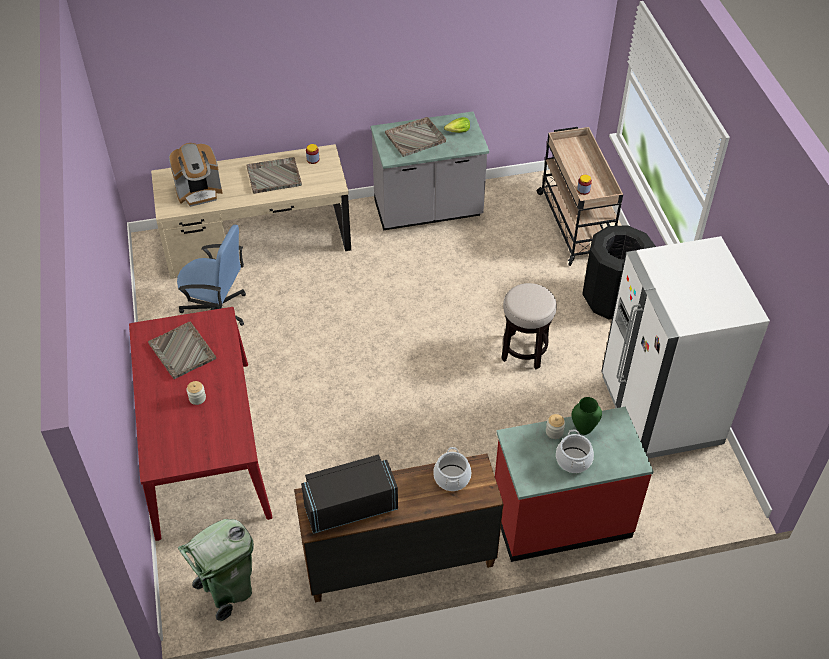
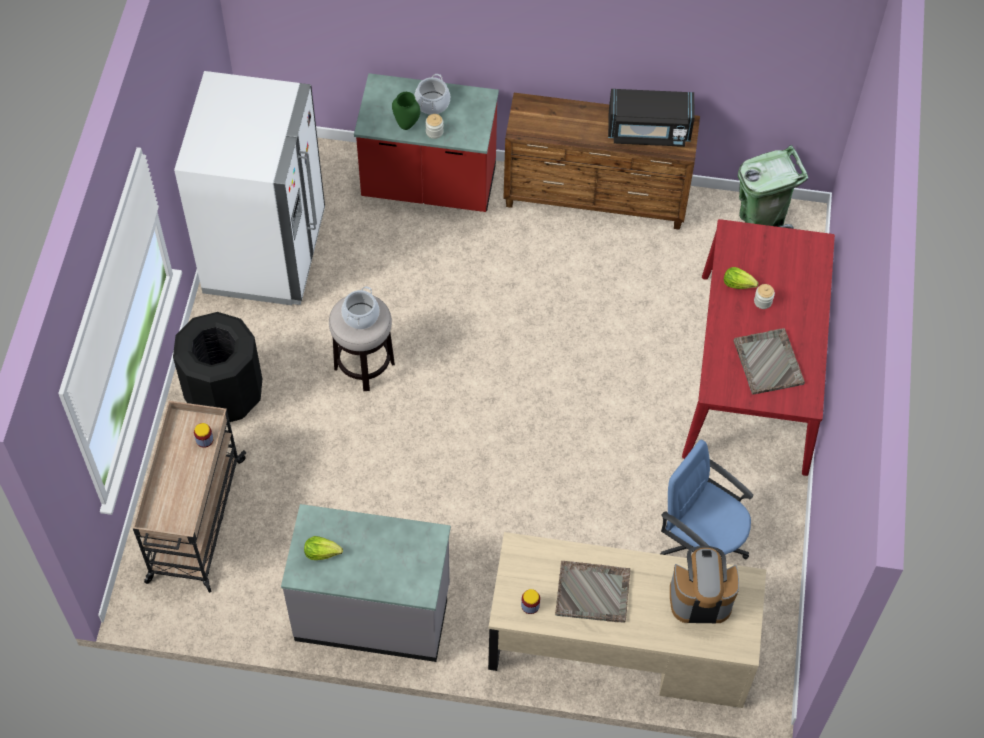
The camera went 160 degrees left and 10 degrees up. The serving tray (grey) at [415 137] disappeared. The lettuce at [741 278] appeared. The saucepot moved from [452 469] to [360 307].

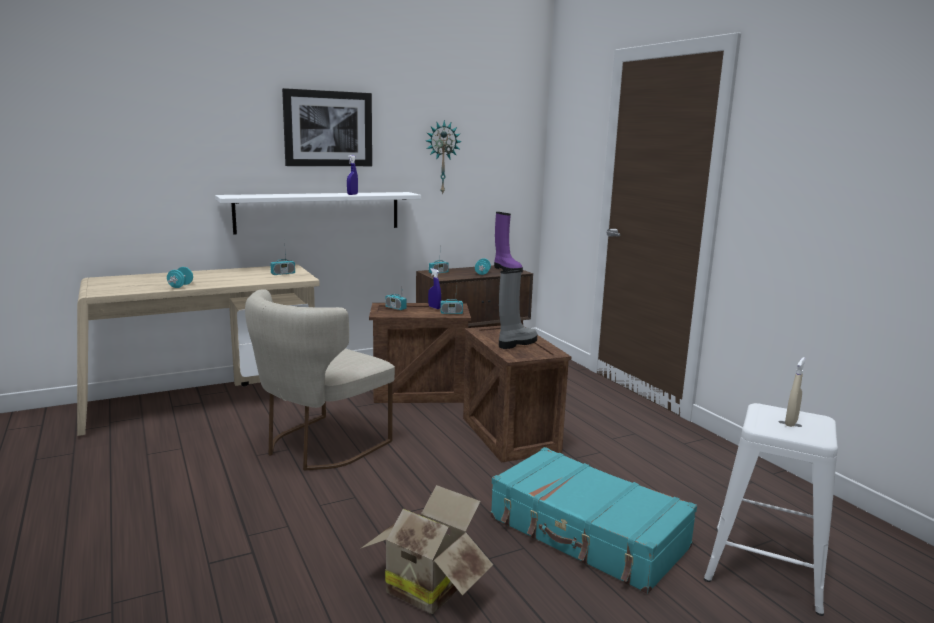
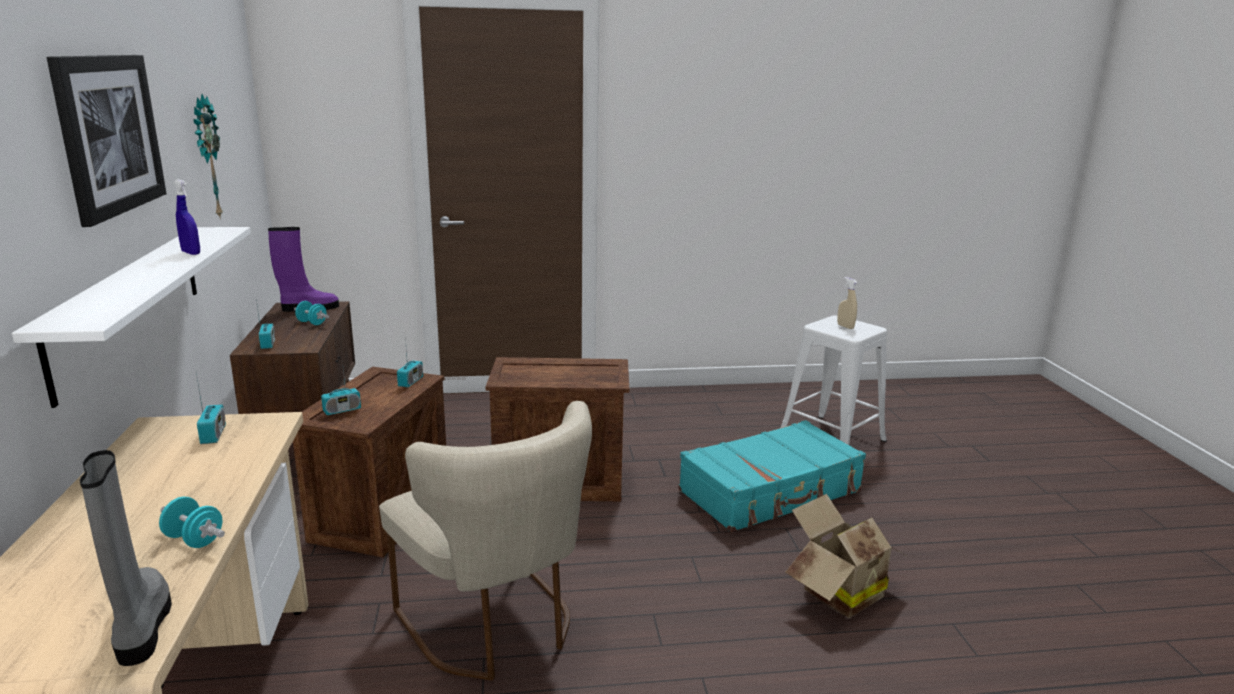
The camera went 70 degrees left and 5 degrees up. The sprayer (blue-coloured) at [434 288] disappeared. The boot (grey) moved from [518 309] to [126 558].

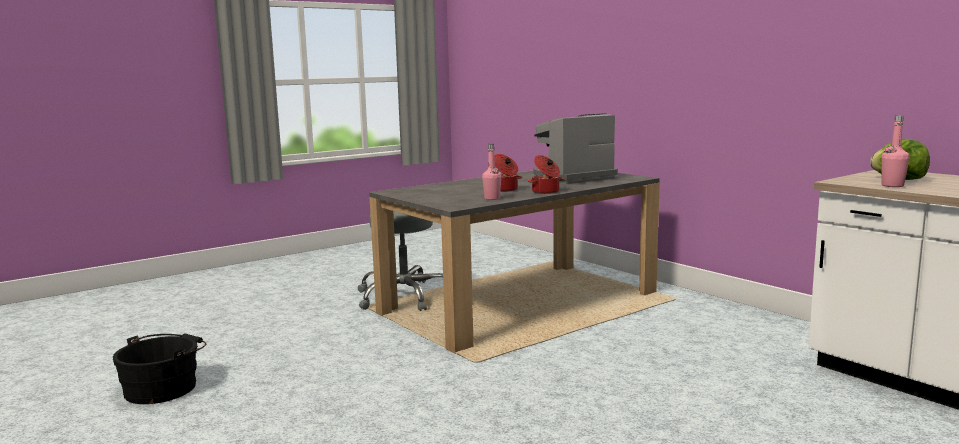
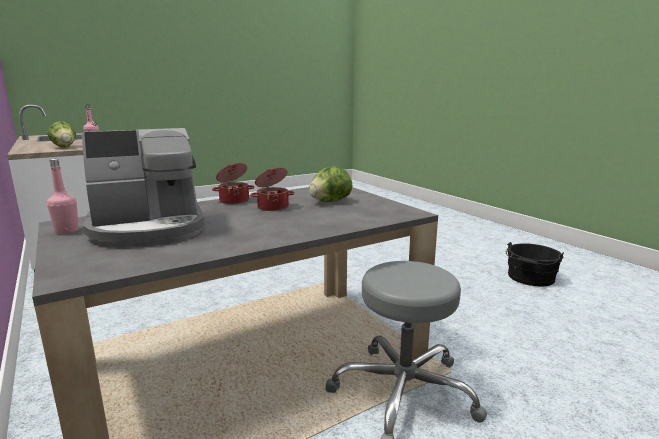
The camera went 175 degrees left and 5 degrees up. The lettuce at [331 184] appeared. The drink bottle (pinkish) moved from [491 172] to [63 196].

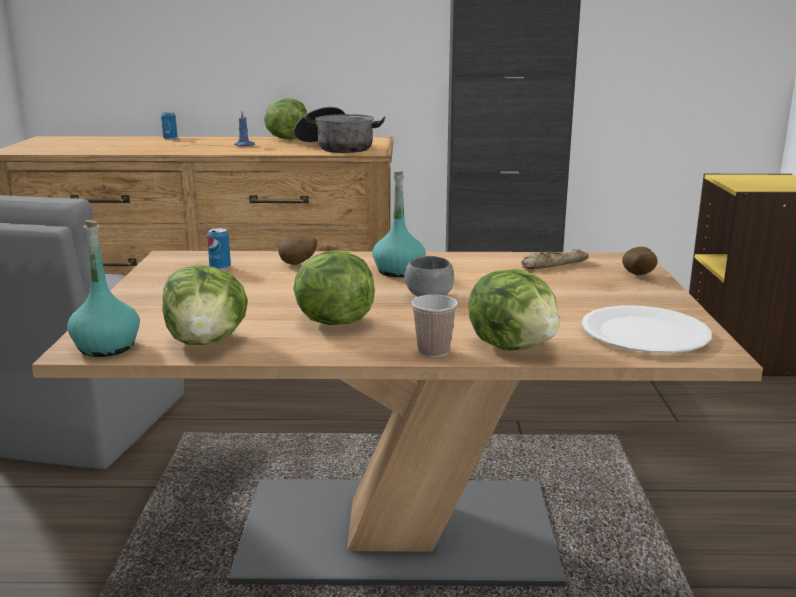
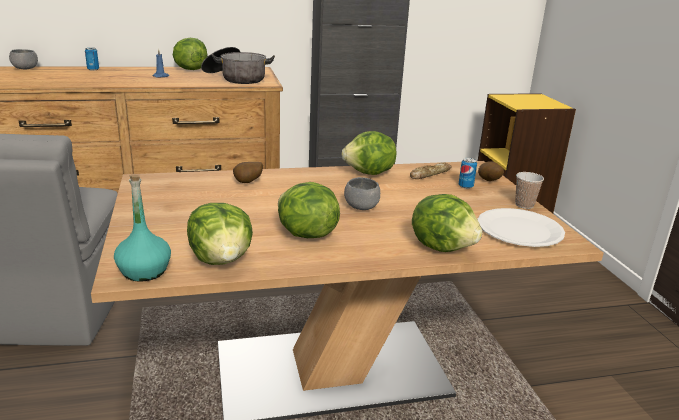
The camera went 15 degrees left and 5 degrees up. The drink bottle (turquoise-coloured) at [398 224] disappeared. The serving bowl (grey) at [23 59] appeared. The lettuce at [369 153] appeared. The can moved from [219 249] to [468 173]. The small cup moved from [434 326] to [529 190].

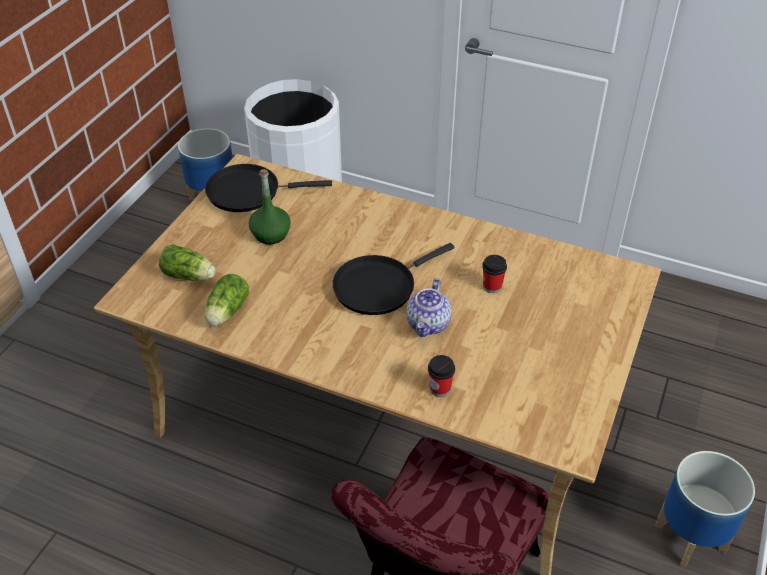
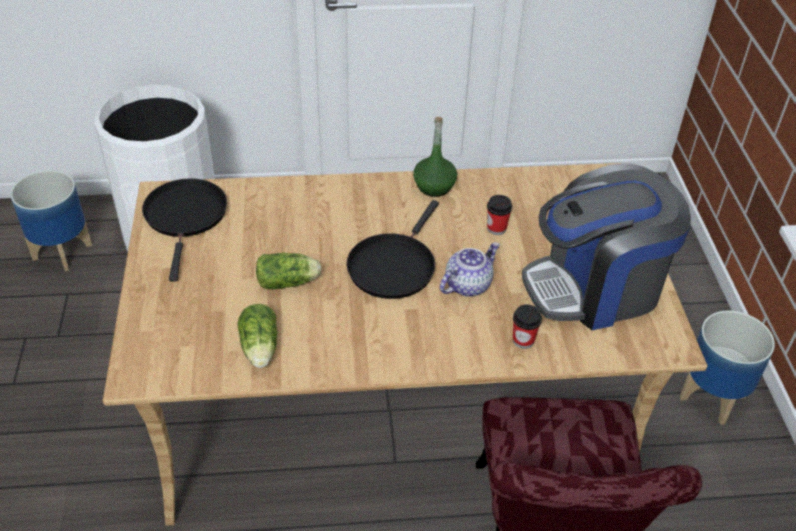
The camera went 30 degrees left and 0 degrees up. The coffee maker at [606 247] appeared. The lettuce moved from [187 262] to [289 271]. The drink bottle (green-coloured) moved from [269 206] to [435 157]. The skillet (black) at [268 188] turned 120 degrees clockwise. The pot for tea at [429 307] turned 120 degrees counterclockwise.

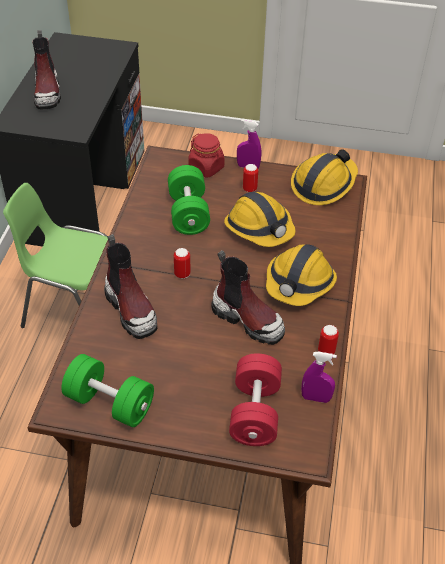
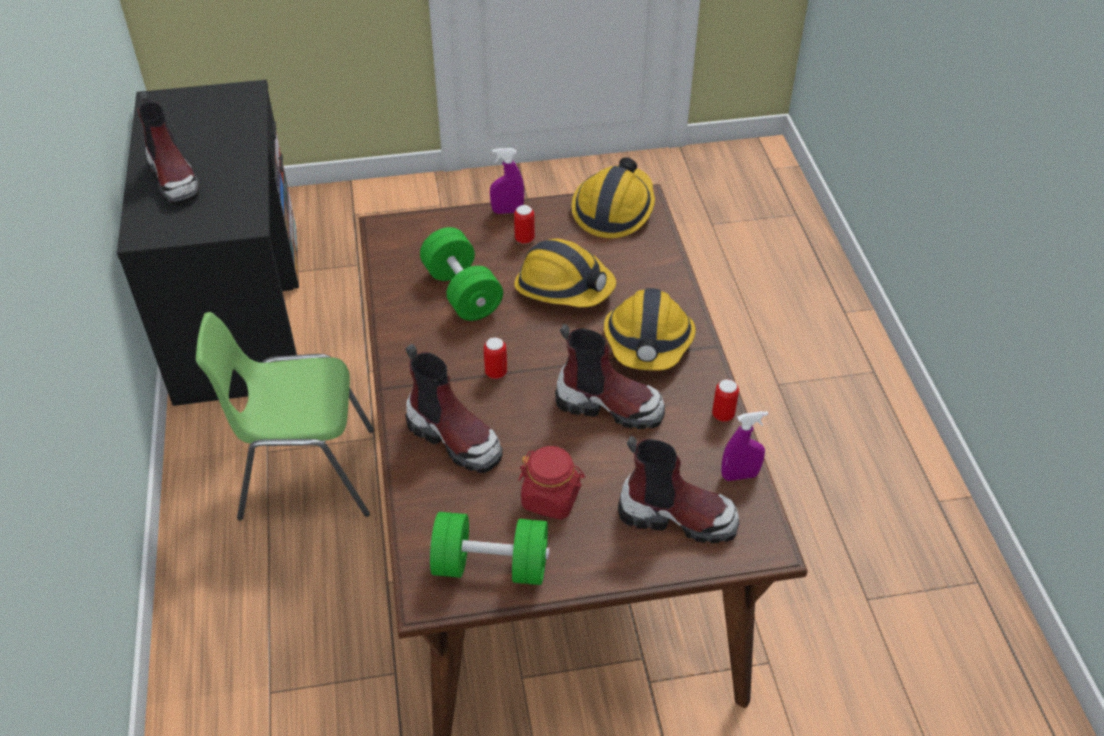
The camera went 20 degrees left and 0 degrees up. The preserve jar (red) moved from [206 155] to [551 483]. The free weight (red) at [255 399] was replaced by the boot at [678 489].

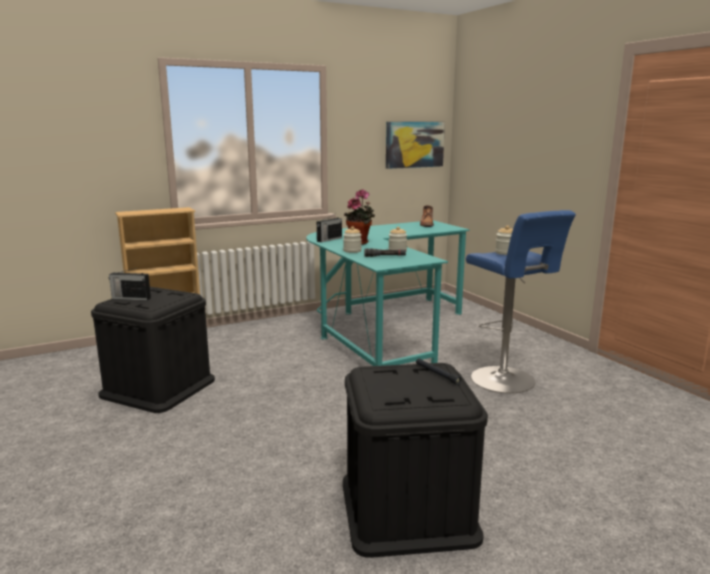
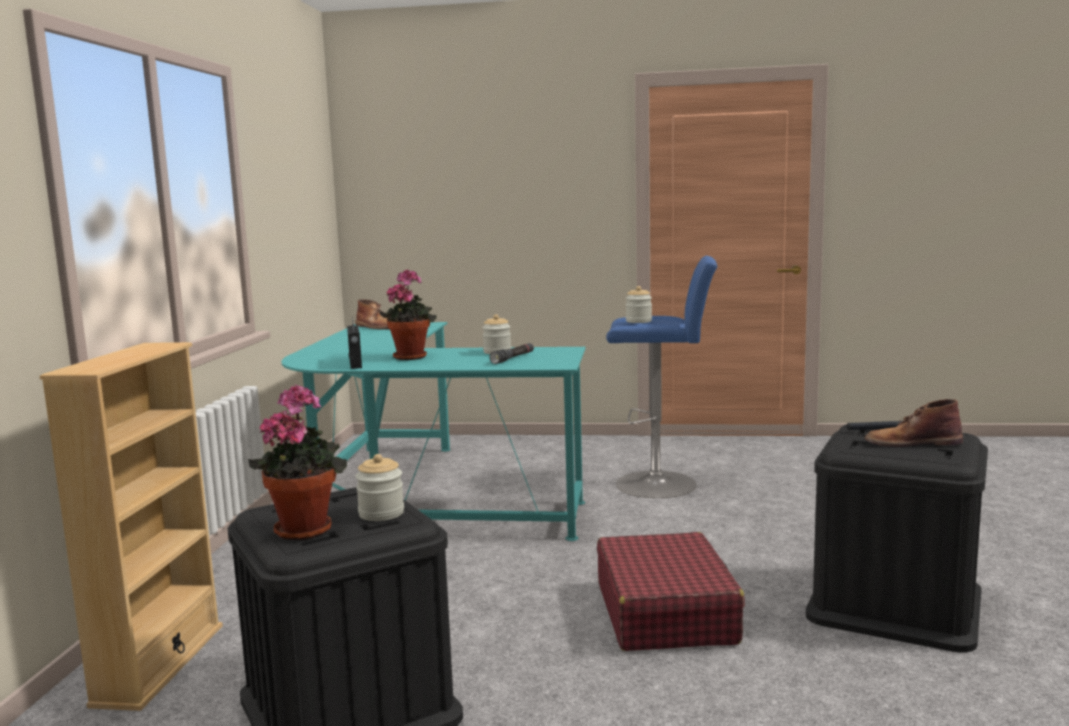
The camera went 55 degrees left and 5 degrees down. The picture at [415 145] disappeared. The travel case (red) at [671 591] appeared. The boot (brown) at [914 423] appeared. The preserve jar moved from [352 239] to [379 487]. The radio receiver at [130 283] was replaced by the plant in a pot at [297 462].

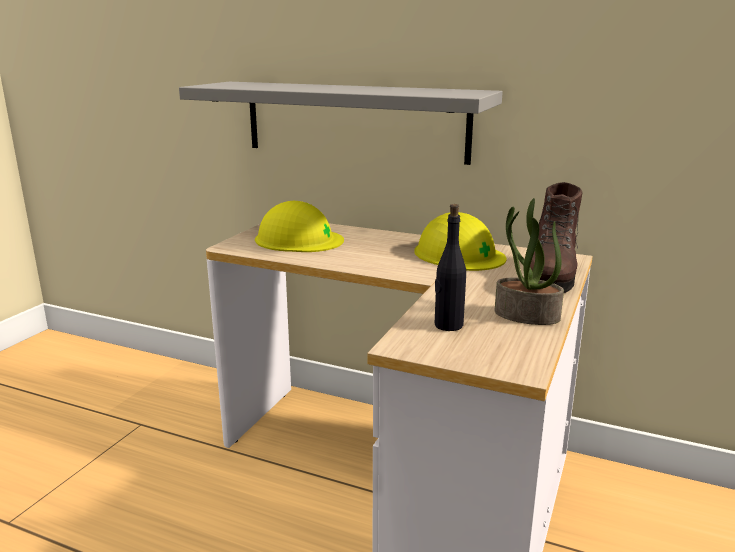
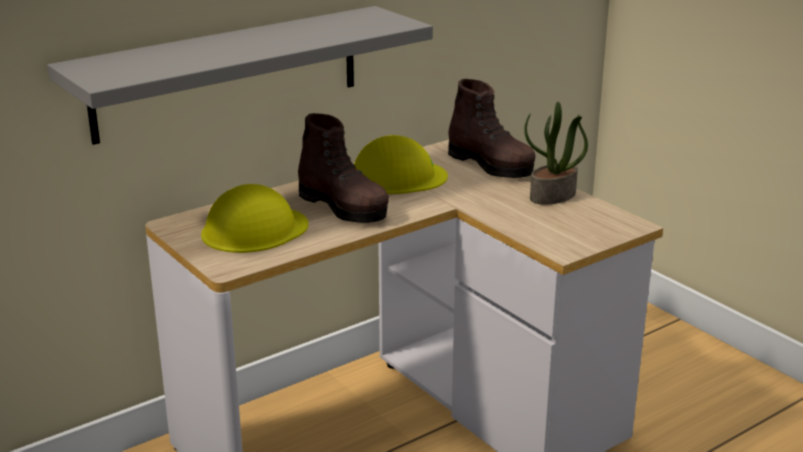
The camera went 60 degrees left and 5 degrees up. The drink bottle (black) at [450 267] disappeared. The boot (brown) at [343 168] appeared.

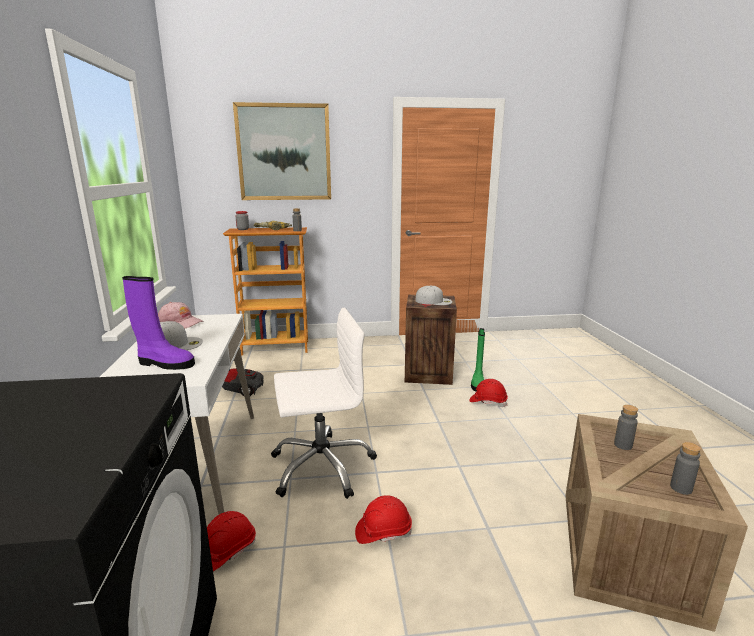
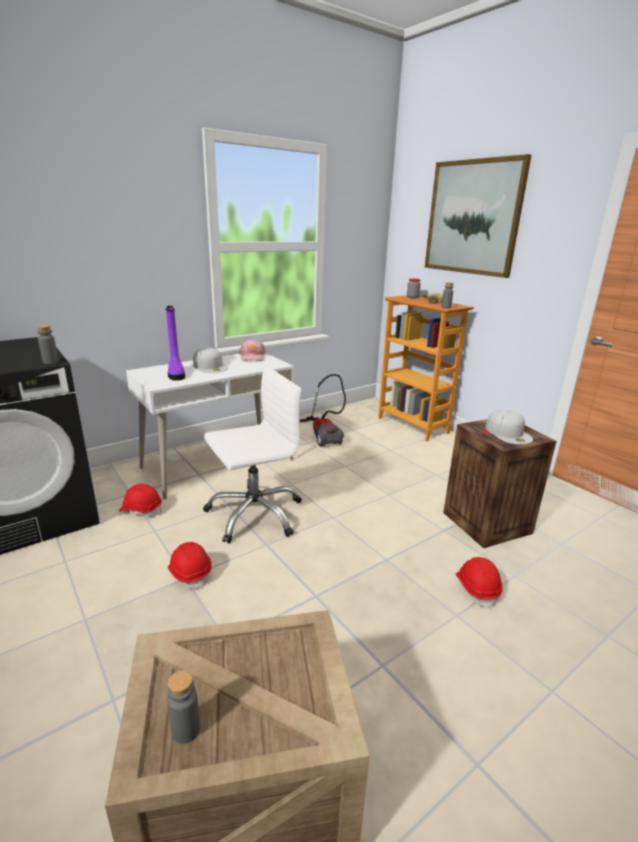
The camera went 60 degrees right and 5 degrees up. The boot (green-coloured) at [478 359] disappeared. The drink bottle (grey) moved from [626 427] to [48 344]. The computer chair (whitish) at [324 403] turned 75 degrees counterclockwise.

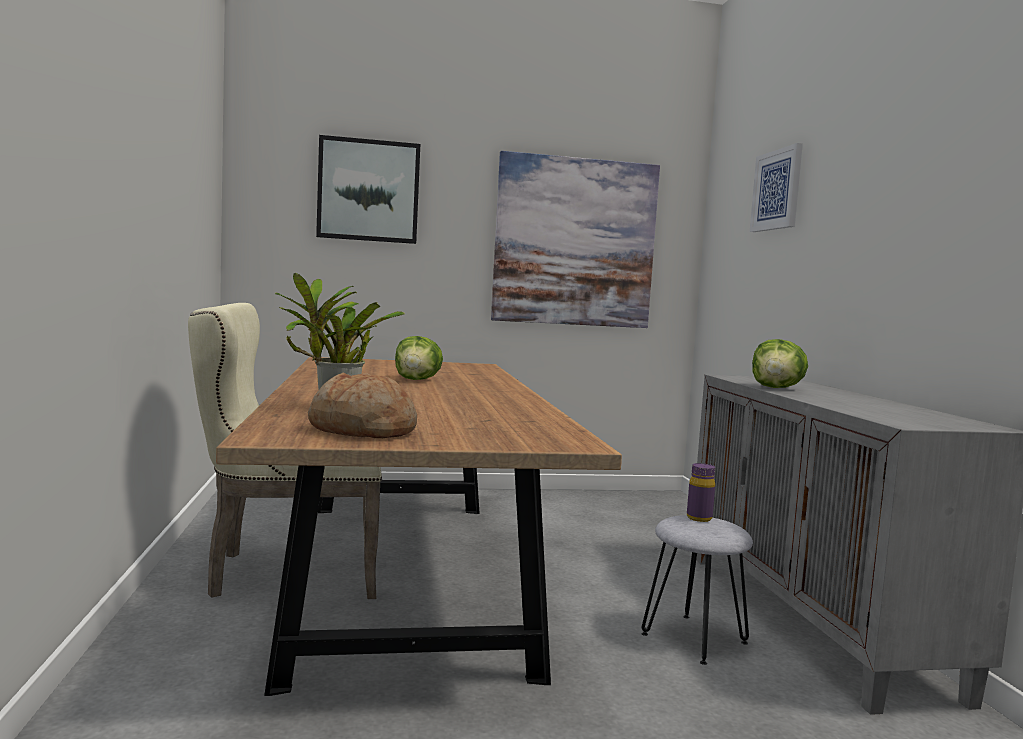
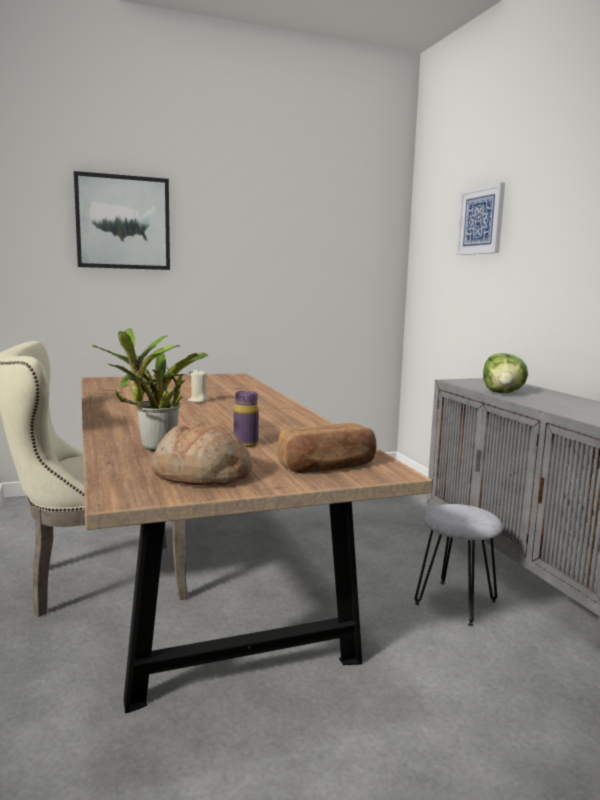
The camera went 10 degrees left and 5 degrees up. The picture at [575 239] disappeared. The bakery bread at [327 448] appeared. The drink bottle (purple-coloured) moved from [701 492] to [246 419]. The lettuce at [419 358] was replaced by the candle (beige-coloured) at [198 386].

